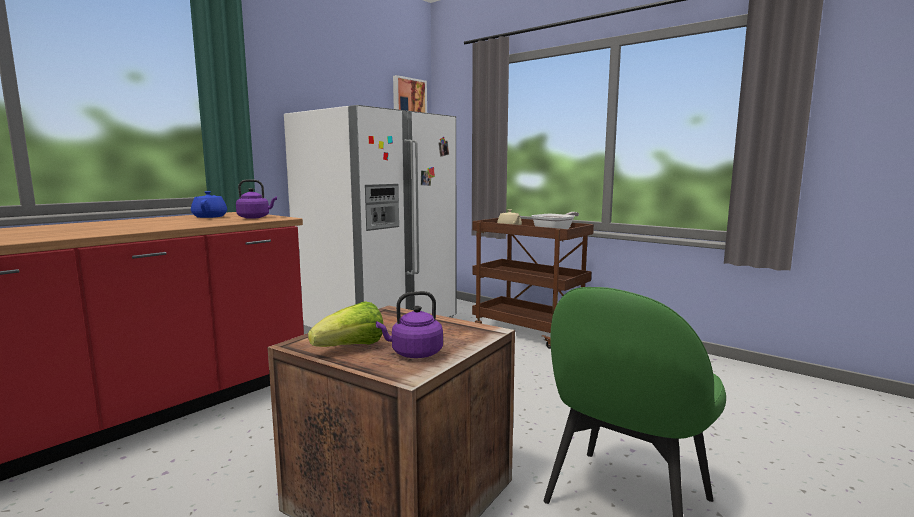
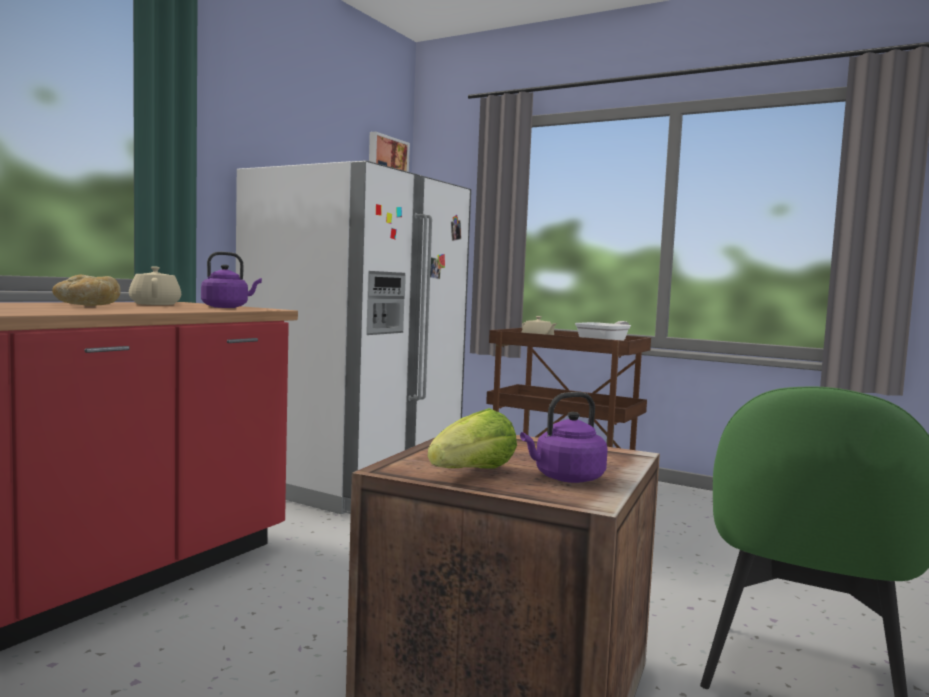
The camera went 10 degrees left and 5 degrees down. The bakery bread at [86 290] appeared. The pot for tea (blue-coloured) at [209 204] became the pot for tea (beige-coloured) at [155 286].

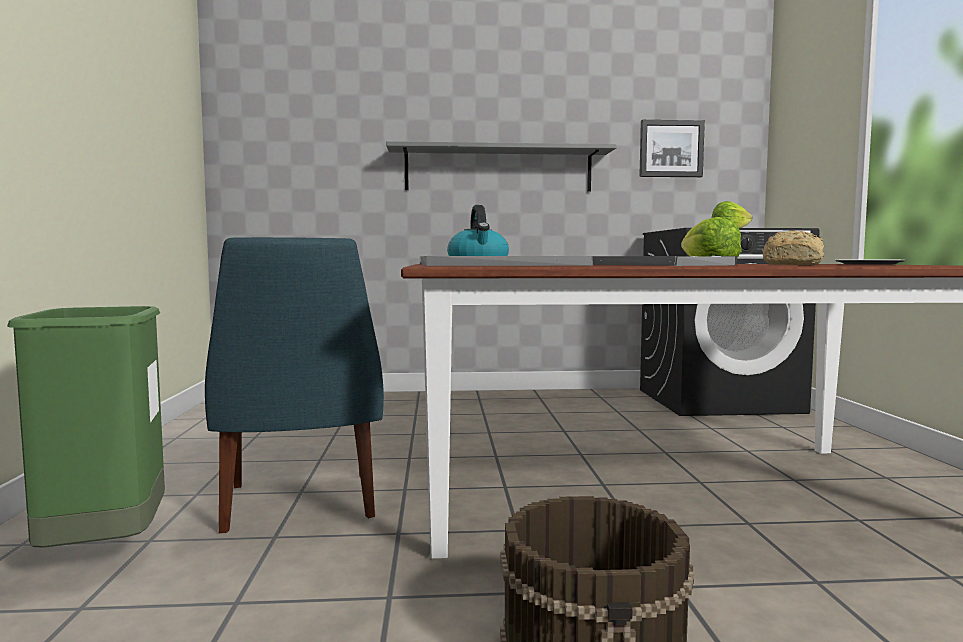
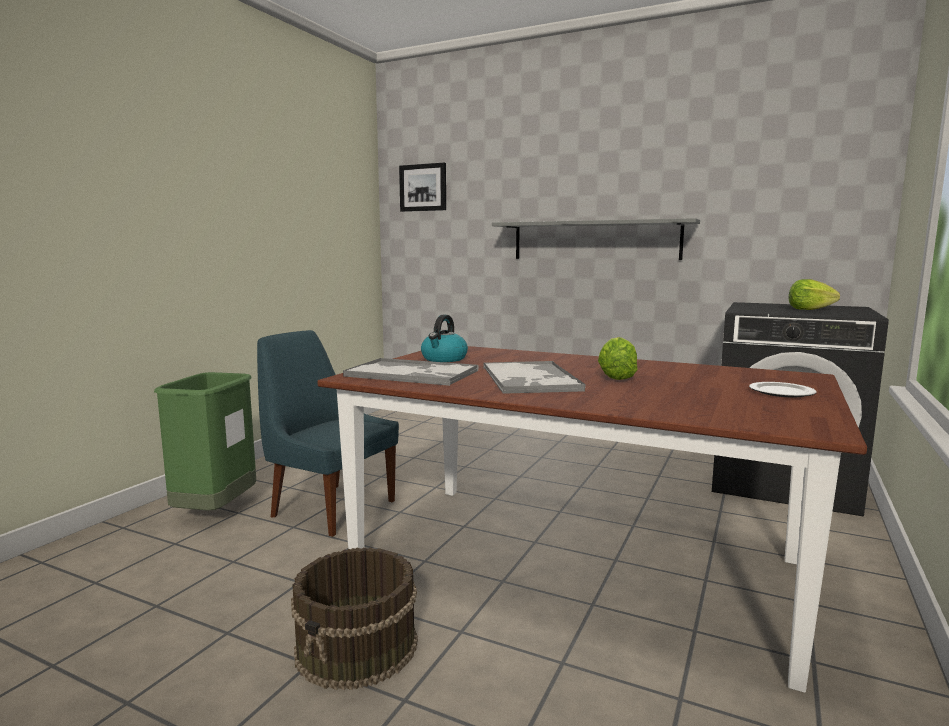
The camera went 30 degrees right and 5 degrees up. The bakery bread at [793 248] disappeared. The picture moved from [672 148] to [422 187]. The upright chair (blue-coloured) at [294 385] turned 105 degrees clockwise.

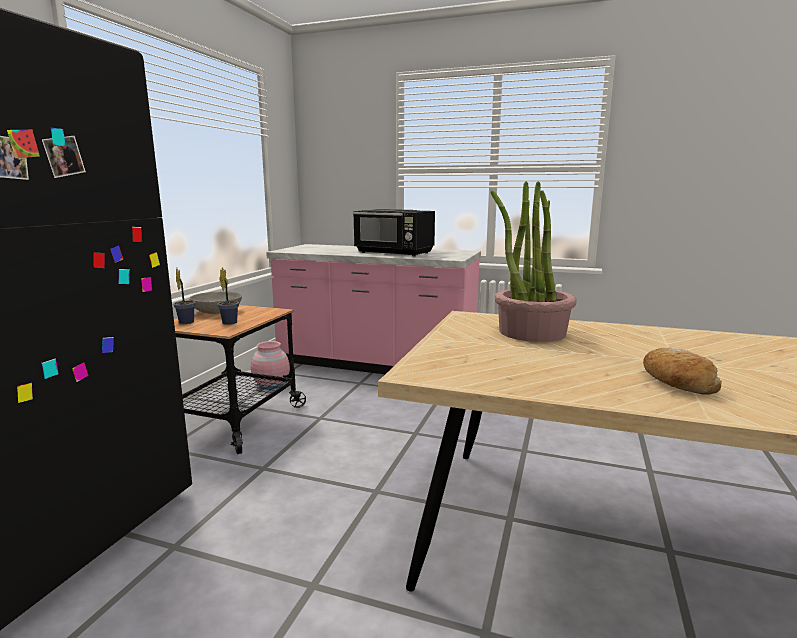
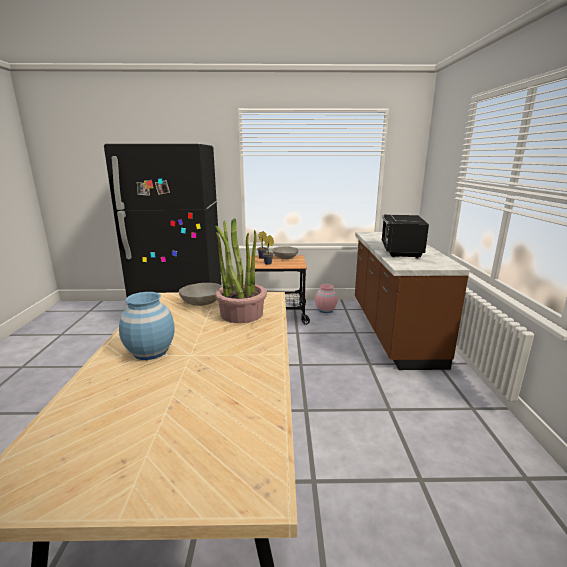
The camera went 70 degrees right and 5 degrees up. The serving bowl (grey) at [200 294] appeared. The bakery bread at [682 371] was replaced by the flower vase (blue-coloured) at [147 326]. The counter (pinkish) at [373 309] became the counter (brown) at [412 301].

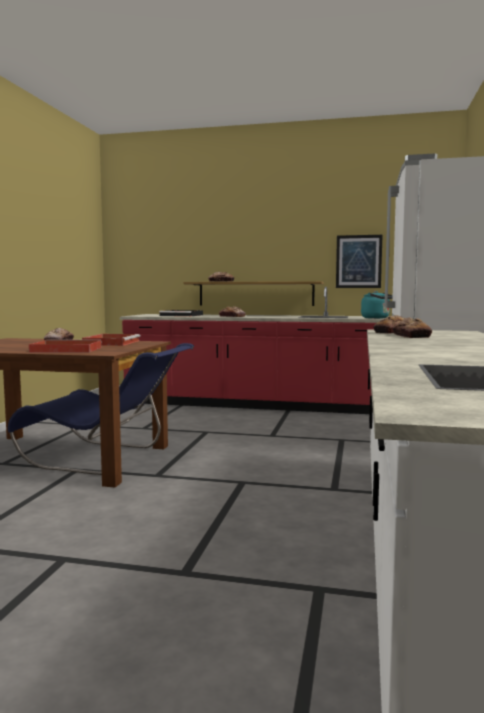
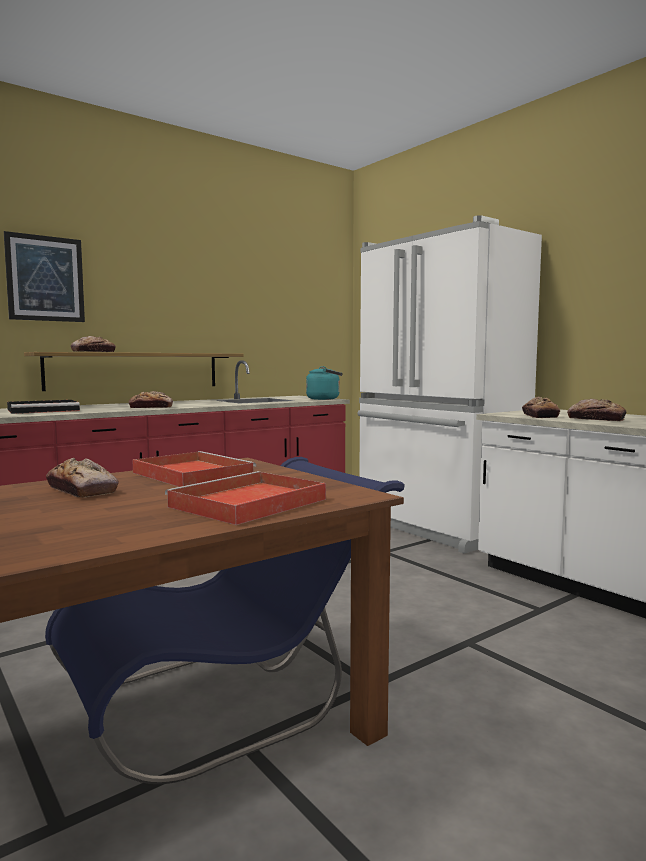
The camera went 50 degrees left and 0 degrees up. The picture moved from [359 261] to [44 276].

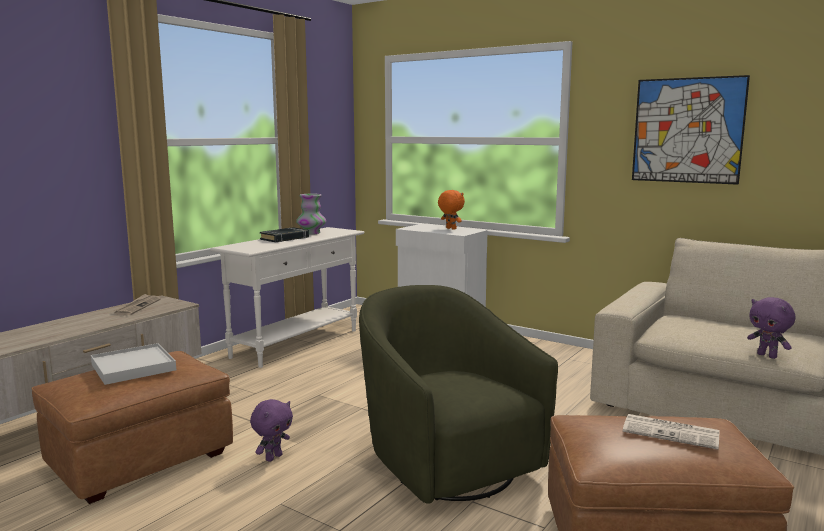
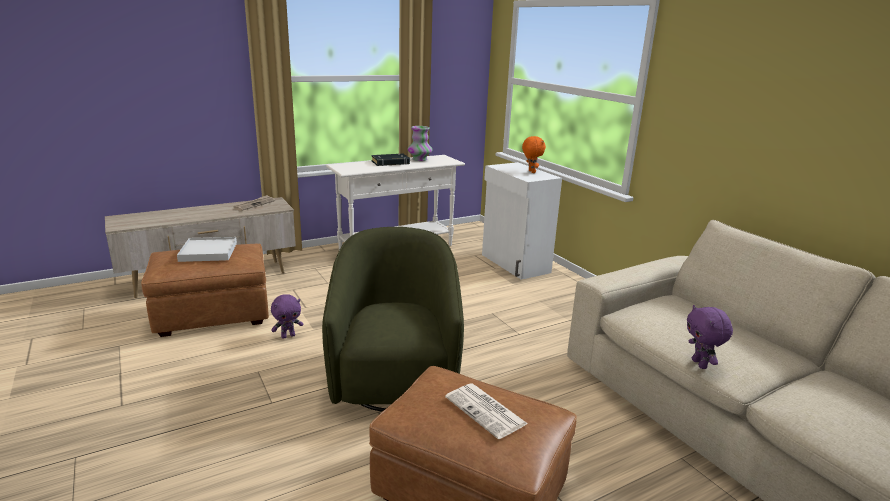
The camera went 25 degrees right and 10 degrees up. The picture at [691 130] disappeared.

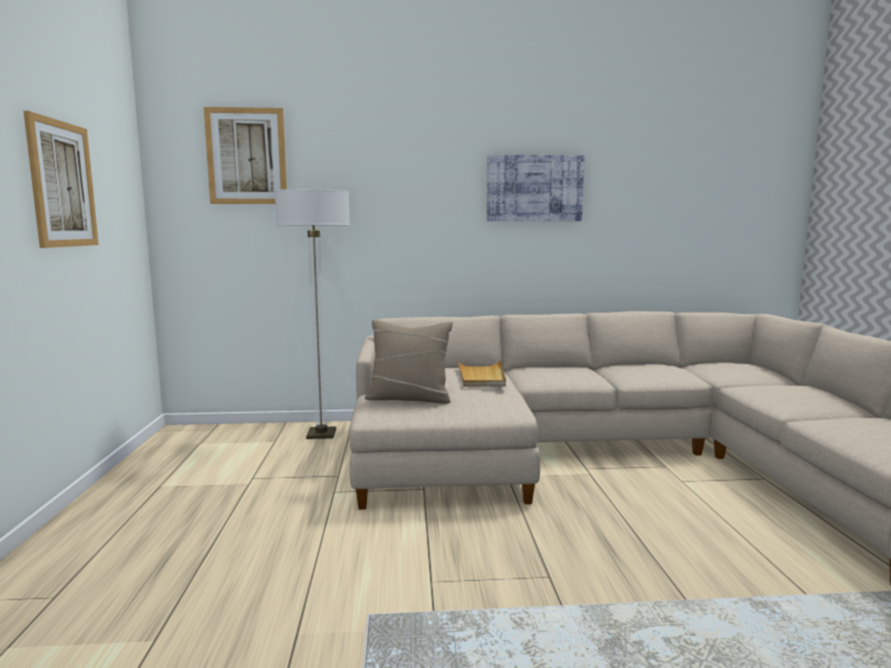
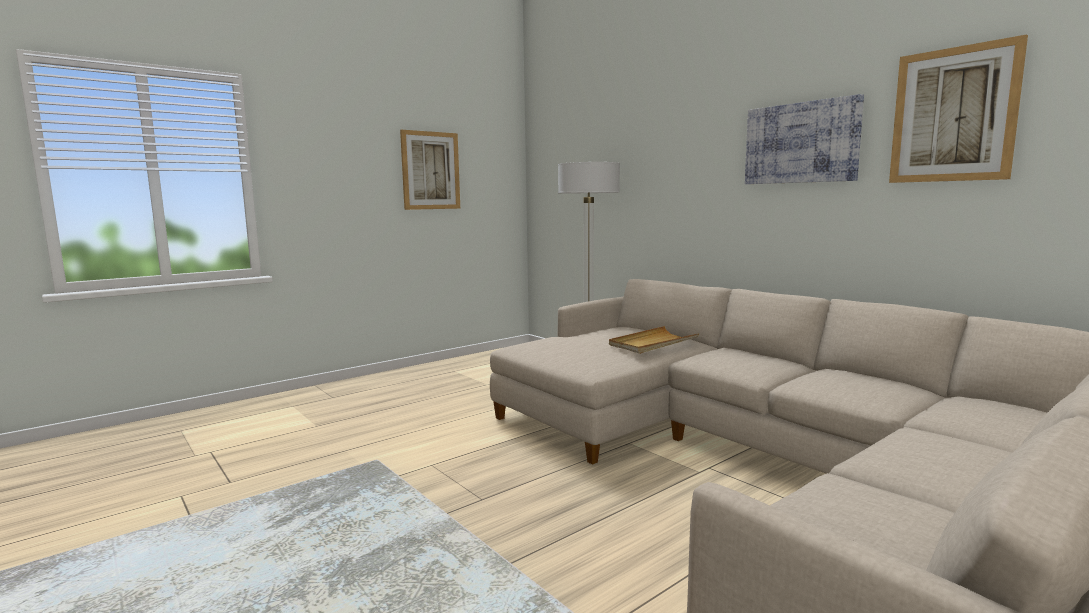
The camera went 55 degrees right and 0 degrees up. The pillow (beige-coloured) at [409 362] disappeared. The picture moved from [245 155] to [958 108].

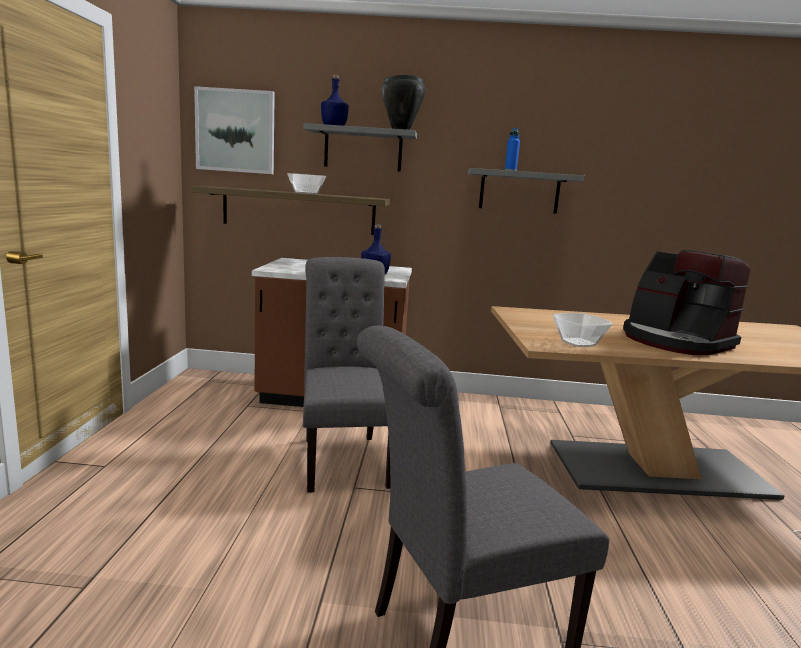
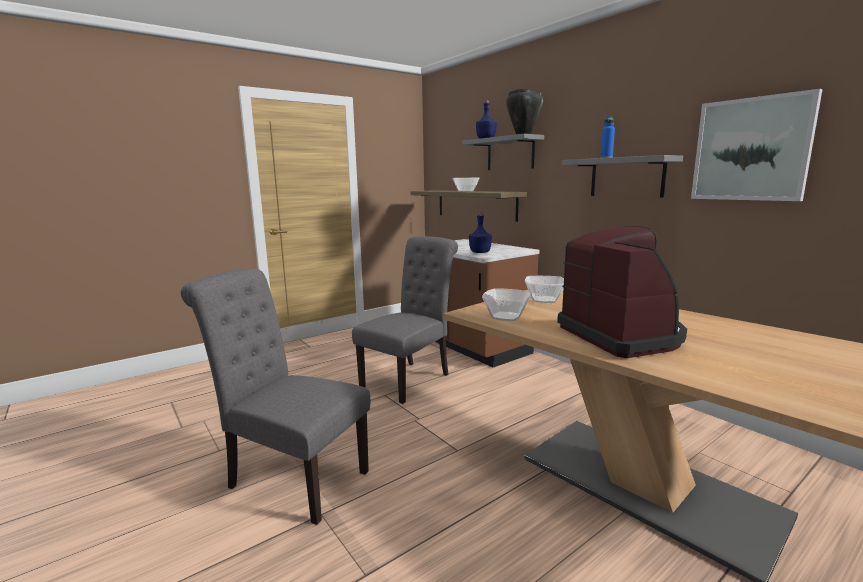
The camera went 50 degrees right and 0 degrees up. The serving bowl at [544 289] appeared. The picture moved from [234 130] to [757 145]. The coffee maker at [686 302] turned 150 degrees clockwise.

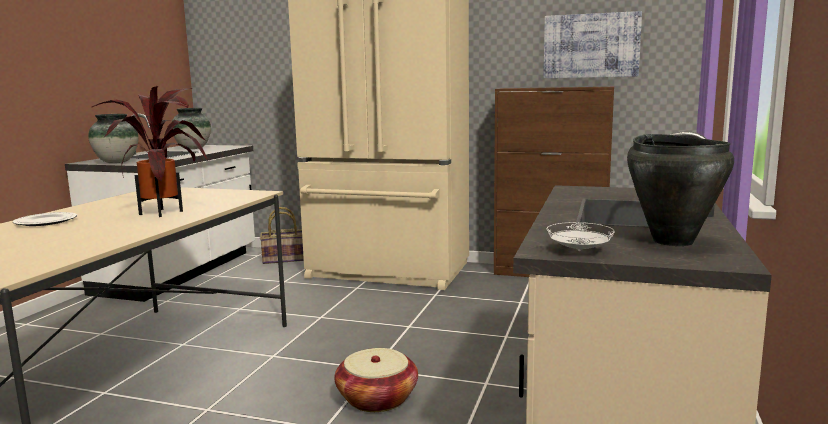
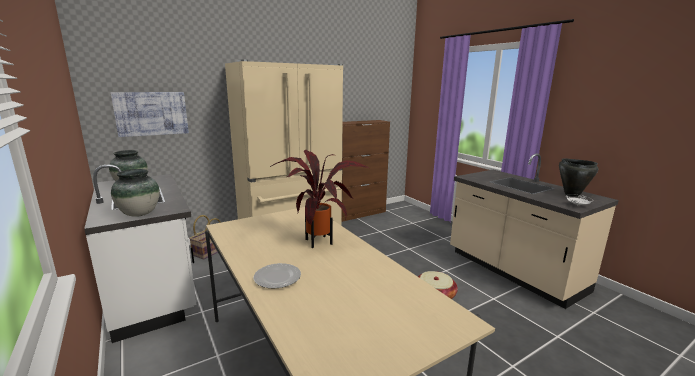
The camera went 50 degrees left and 5 degrees up. The picture moved from [592 44] to [150 114].

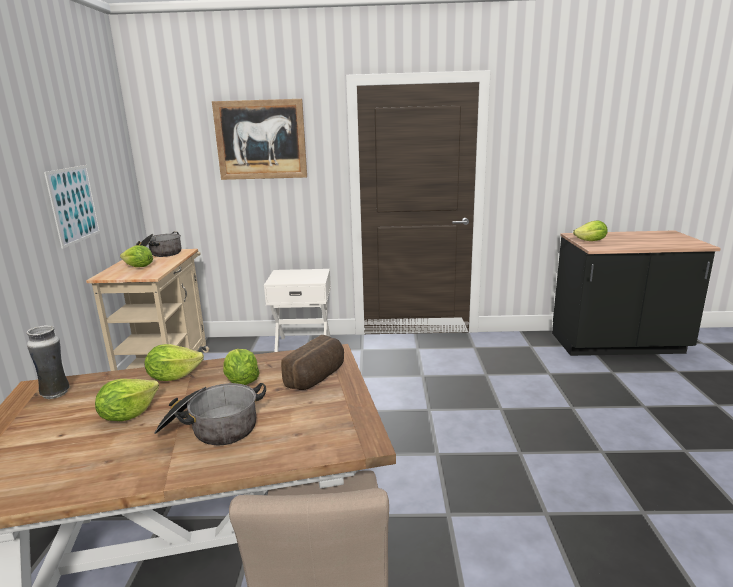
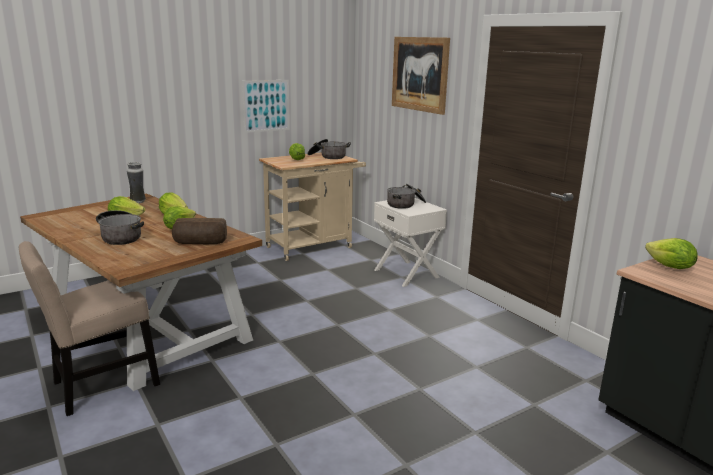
The camera went 55 degrees right and 0 degrees up. The saucepot at [406 196] appeared.

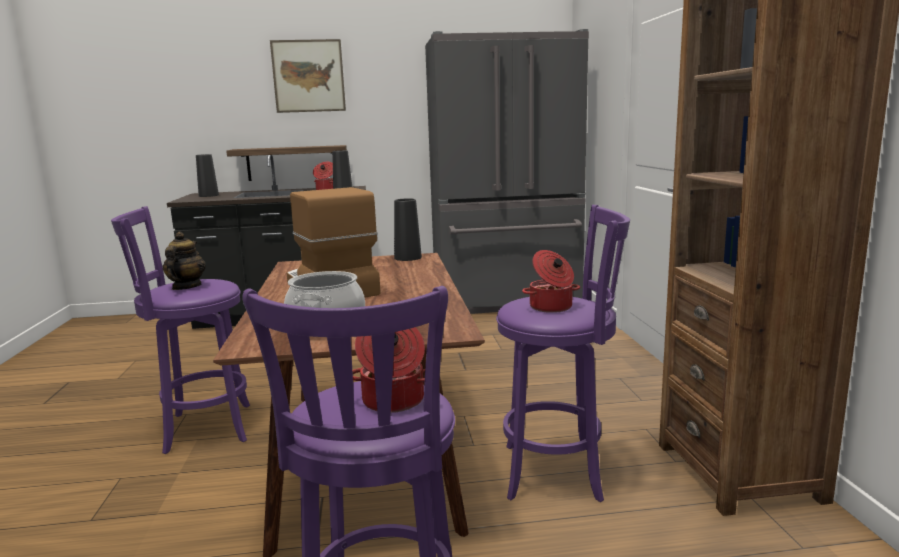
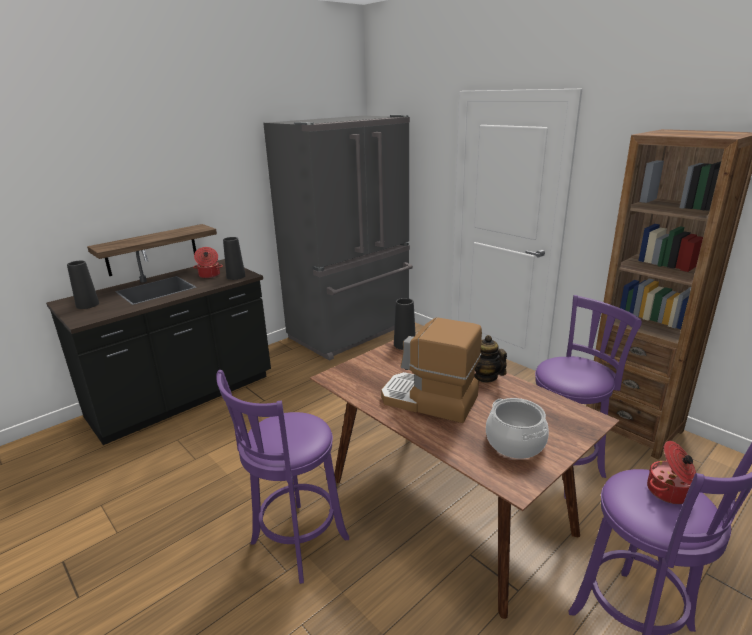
The camera went 35 degrees left and 10 degrees up. The picture at [308 76] disappeared. The saucepot at [551 281] disappeared. The pot for tea moved from [184 261] to [490 359].

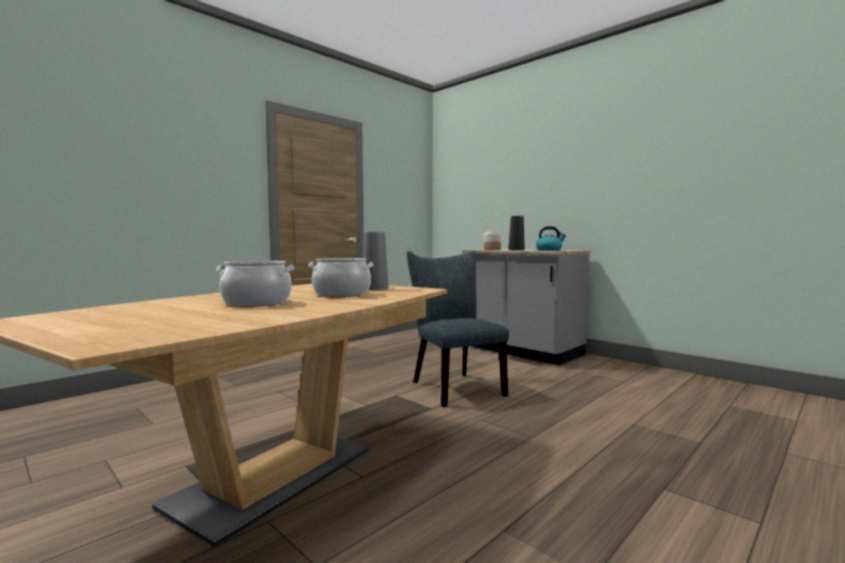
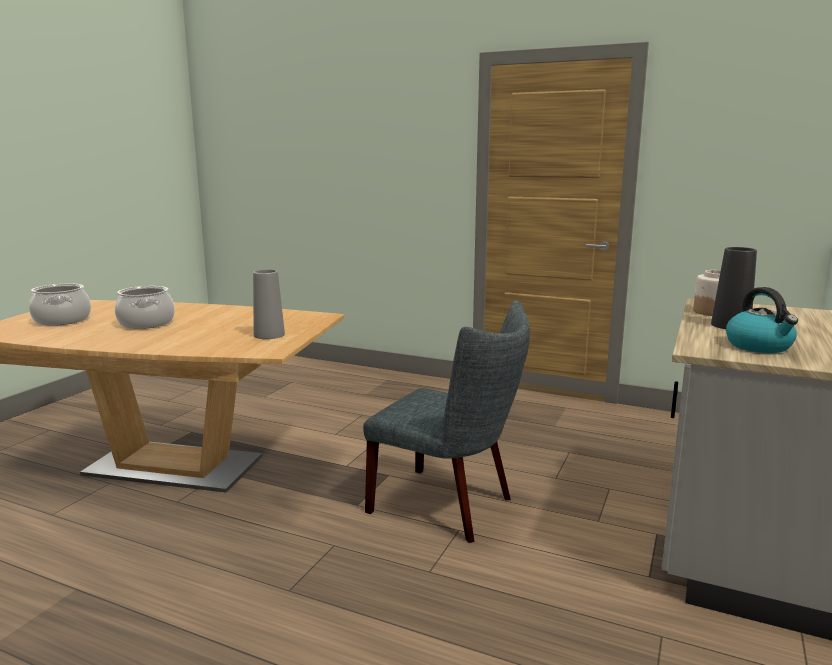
The camera went 70 degrees right and 10 degrees up. The saucepot moved from [341 277] to [60 304]. The upright chair (grey) at [458 328] turned 75 degrees clockwise.

